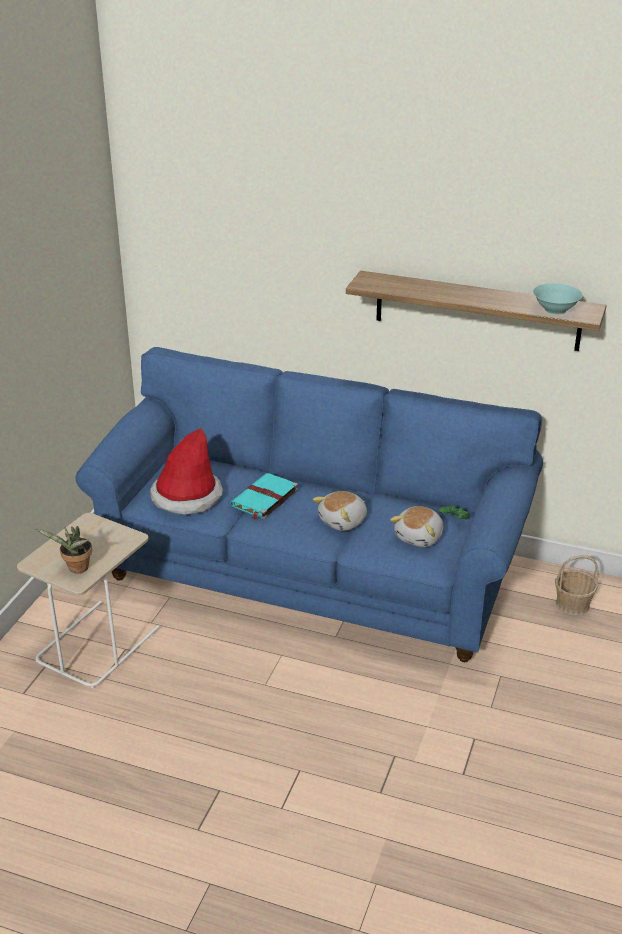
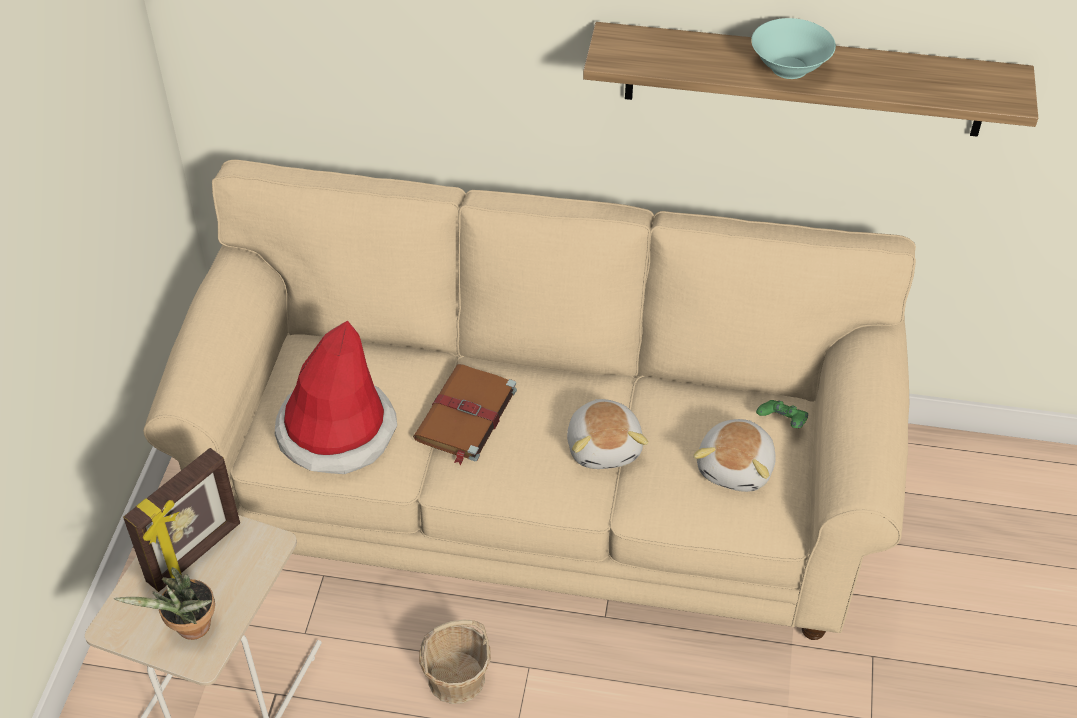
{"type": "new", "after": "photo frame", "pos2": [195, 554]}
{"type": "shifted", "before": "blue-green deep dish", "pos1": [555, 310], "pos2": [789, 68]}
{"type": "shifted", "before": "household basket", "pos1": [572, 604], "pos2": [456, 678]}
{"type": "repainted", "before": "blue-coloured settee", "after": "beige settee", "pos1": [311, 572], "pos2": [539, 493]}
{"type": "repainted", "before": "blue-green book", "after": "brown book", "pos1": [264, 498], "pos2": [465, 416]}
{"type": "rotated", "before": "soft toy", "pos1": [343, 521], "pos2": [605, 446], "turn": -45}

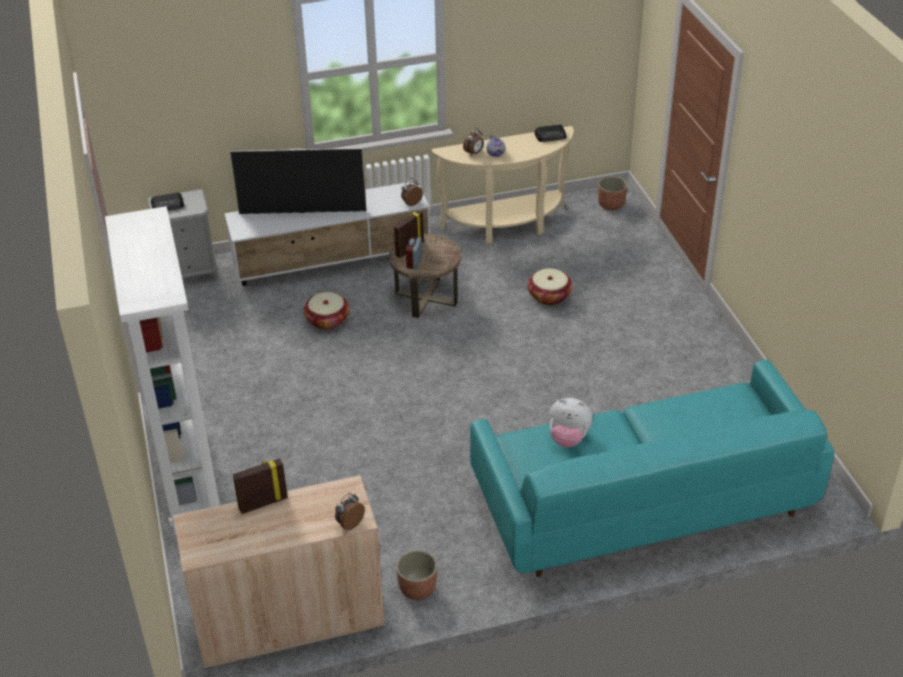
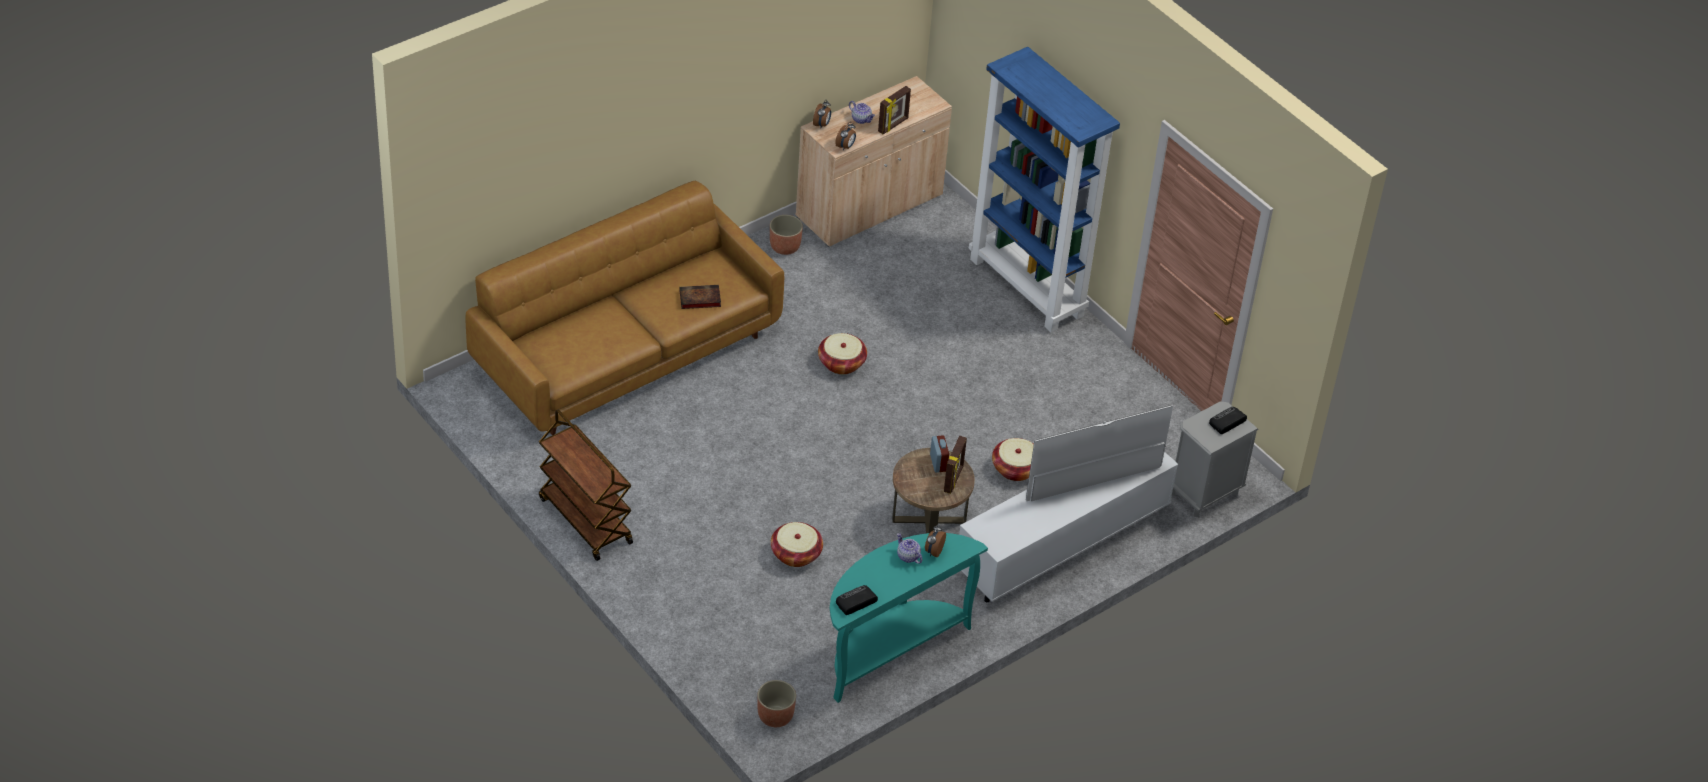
{"type": "new", "after": "brown wheeled cart", "pos2": [584, 520]}
{"type": "new", "after": "household basket", "pos2": [841, 363]}
{"type": "new", "after": "teapot", "pos2": [861, 119]}
{"type": "shifted", "before": "table clock", "pos1": [411, 203], "pos2": [845, 146]}
{"type": "swapped", "before": "soft toy", "after": "book", "pos1": [568, 438], "pos2": [699, 299]}
{"type": "repainted", "before": "white-coloured bookcase", "after": "blue-coloured bookcase", "pos1": [188, 478], "pos2": [1028, 287]}
{"type": "repainted", "before": "beige hall table", "after": "blue-green hall table", "pos1": [507, 225], "pos2": [890, 649]}
{"type": "repainted", "before": "blue-green settee", "after": "brown settee", "pos1": [643, 503], "pos2": [625, 350]}

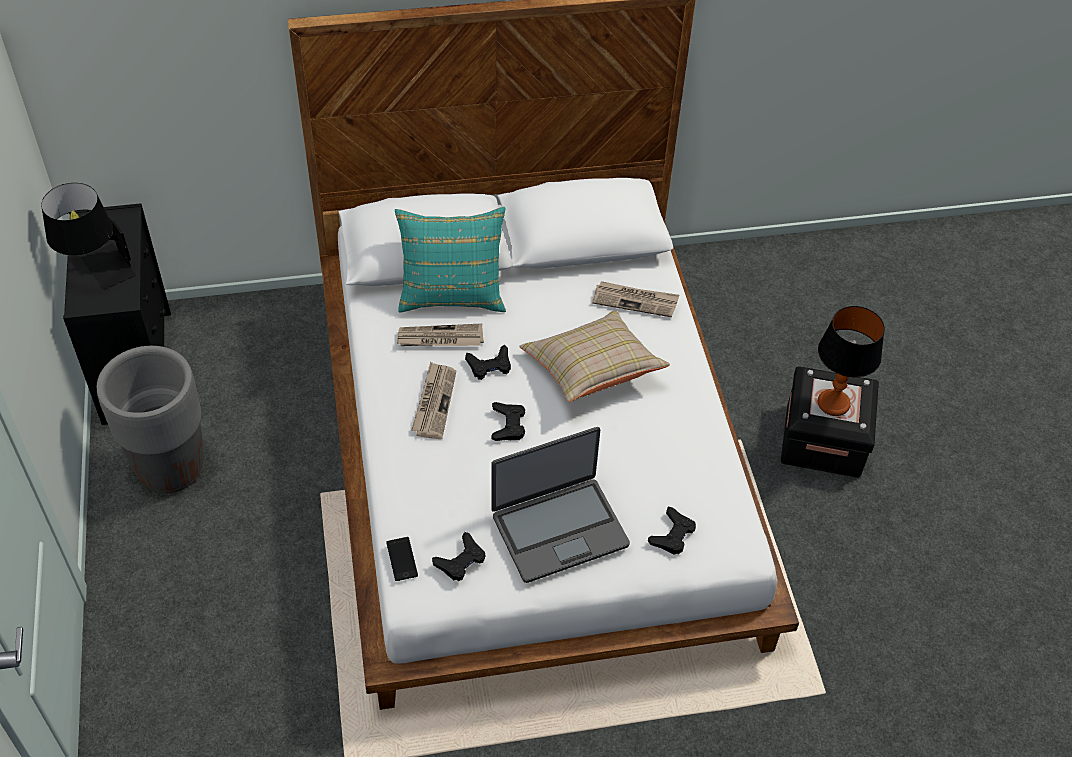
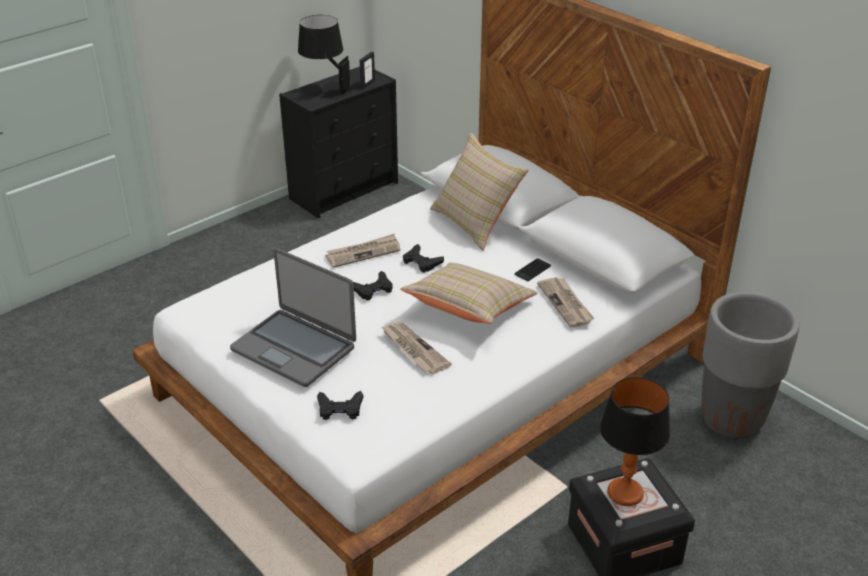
{"type": "gone", "before": "black joypad", "pos1": [460, 561]}
{"type": "new", "after": "photo frame", "pos2": [367, 84]}
{"type": "shifted", "before": "greyish planter", "pos1": [171, 468], "pos2": [731, 420]}
{"type": "shifted", "before": "phone", "pos1": [402, 559], "pos2": [532, 270]}
{"type": "shifted", "before": "printed paper", "pos1": [440, 338], "pos2": [413, 350]}
{"type": "repainted", "before": "blue-green pillow", "after": "beige pillow", "pos1": [452, 292], "pos2": [475, 223]}

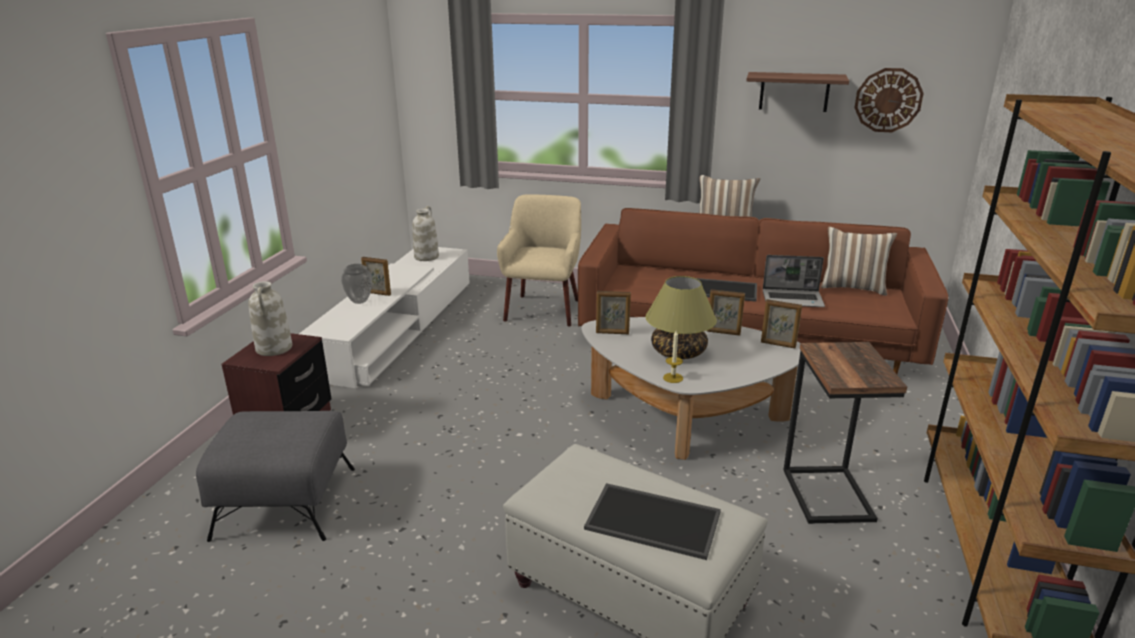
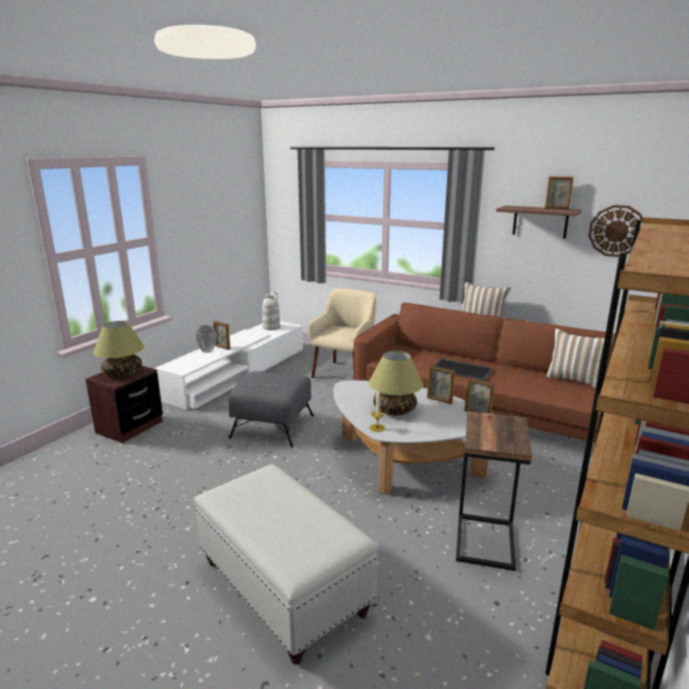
{"type": "gone", "before": "carrying tray", "pos1": [654, 520]}
{"type": "gone", "before": "laptop", "pos1": [793, 299]}
{"type": "shifted", "before": "greyish footrest", "pos1": [286, 503], "pos2": [273, 426]}
{"type": "shifted", "before": "photo frame", "pos1": [612, 333], "pos2": [556, 208]}
{"type": "swapped", "before": "white-coloured vase", "after": "table lamp", "pos1": [274, 348], "pos2": [123, 373]}

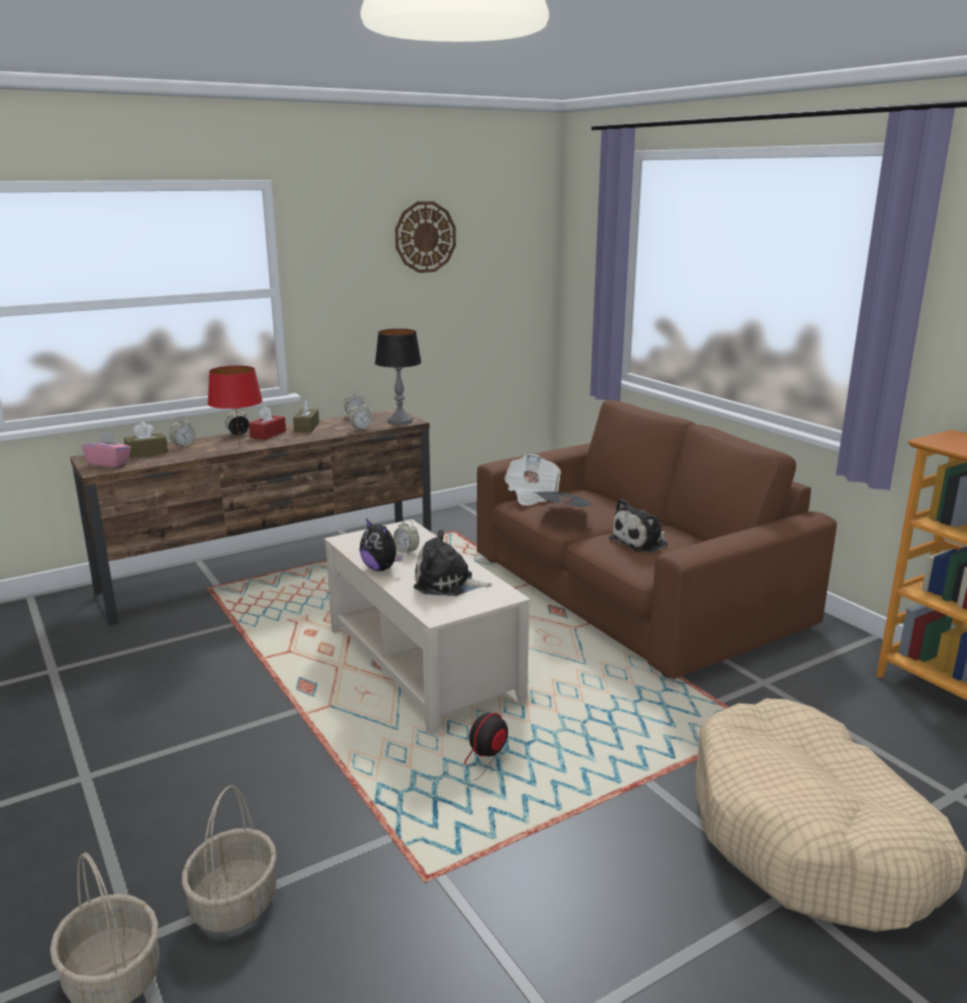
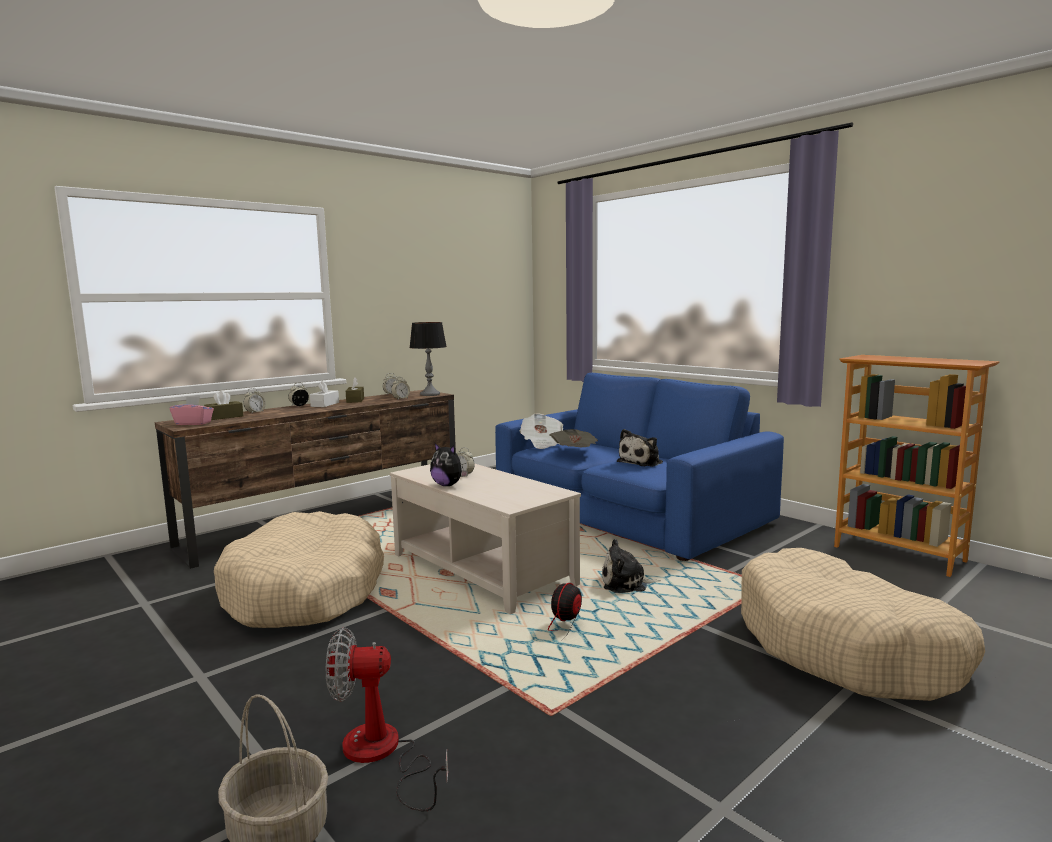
{"type": "gone", "before": "red-coloured table lamp", "pos1": [239, 448]}
{"type": "gone", "before": "wall clock", "pos1": [425, 237]}
{"type": "new", "after": "beige dog cushion", "pos2": [305, 591]}
{"type": "shifted", "before": "soft toy", "pos1": [447, 584], "pos2": [627, 583]}
{"type": "swapped", "before": "household basket", "after": "fan", "pos1": [235, 904], "pos2": [381, 755]}
{"type": "repainted", "before": "red-coloured box of tissues", "after": "white-coloured box of tissues", "pos1": [268, 434], "pos2": [325, 404]}
{"type": "repainted", "before": "brown settee", "after": "blue-coloured settee", "pos1": [632, 592], "pos2": [628, 513]}

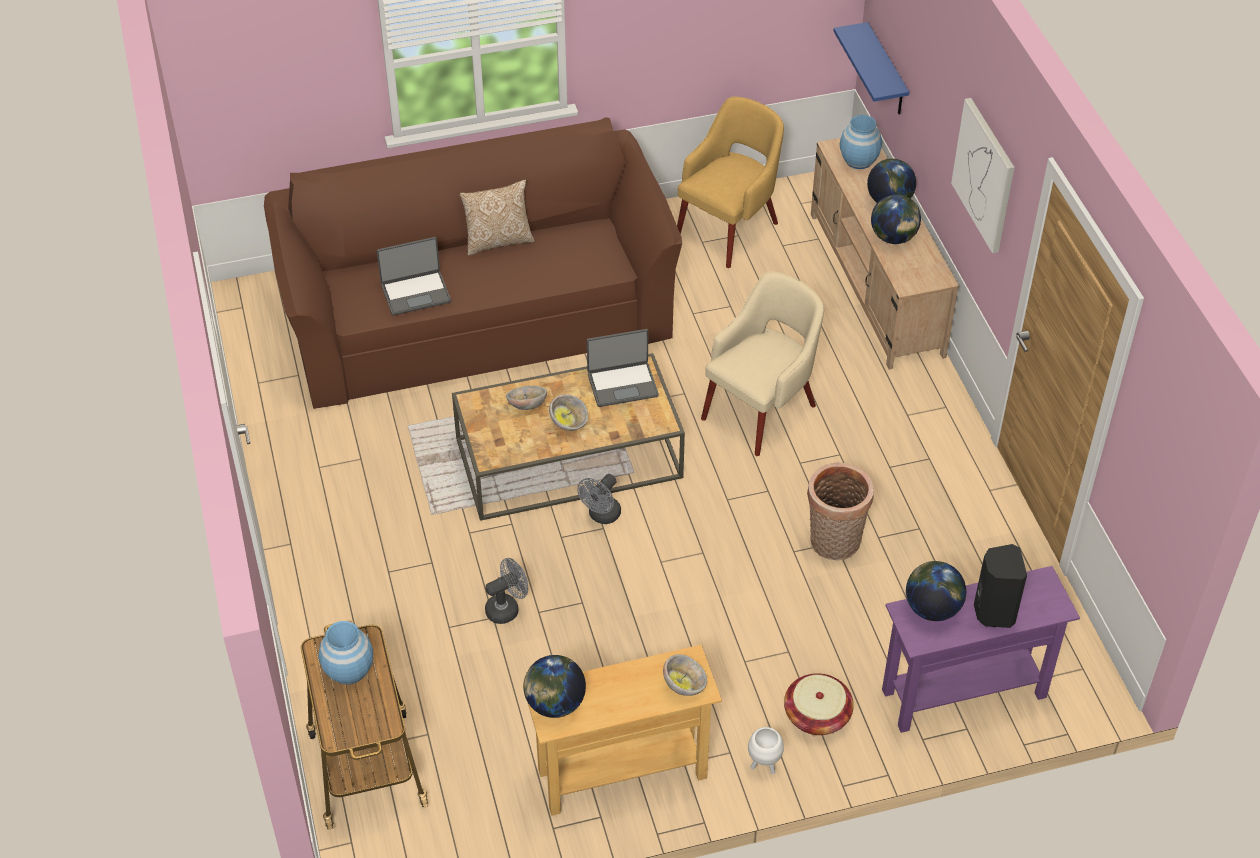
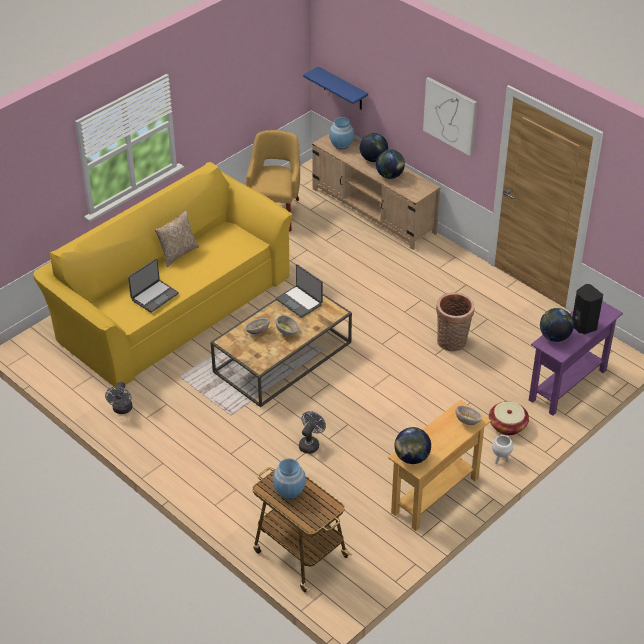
{"type": "gone", "before": "beige armchair", "pos1": [761, 410]}
{"type": "shifted", "before": "greyish fan", "pos1": [601, 516], "pos2": [122, 410]}
{"type": "repainted", "before": "brown settee", "after": "yellow settee", "pos1": [476, 312], "pos2": [169, 304]}
{"type": "rotated", "before": "laptop", "pos1": [622, 384], "pos2": [300, 301], "turn": 90}

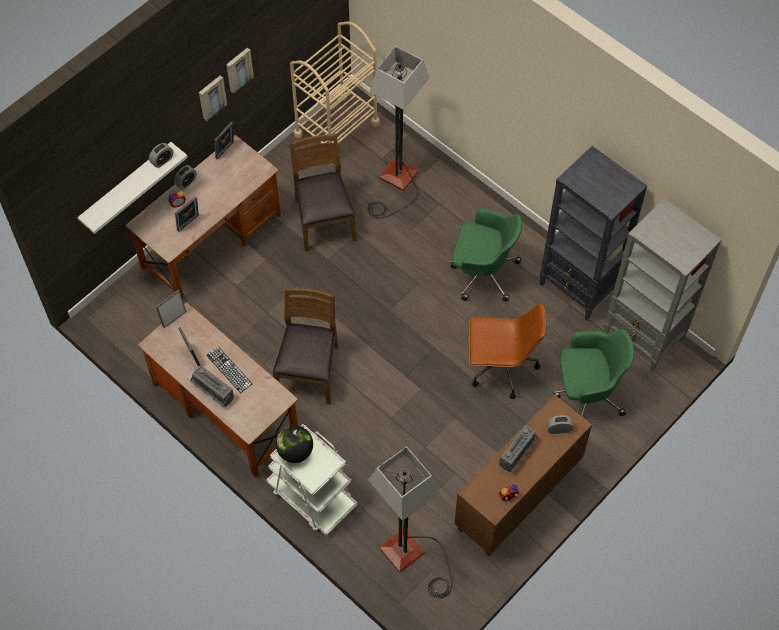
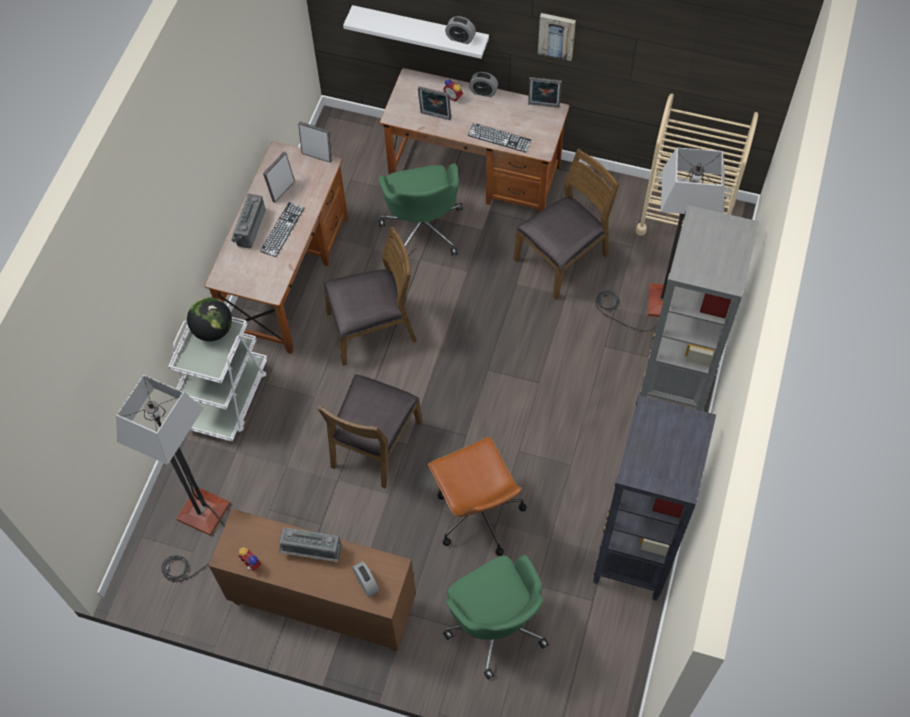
{"type": "gone", "before": "wall picture", "pos1": [238, 69]}
{"type": "new", "after": "brown plain chair", "pos2": [374, 444]}
{"type": "new", "after": "keyboard", "pos2": [499, 137]}
{"type": "shifted", "before": "green-coloured computer chair", "pos1": [482, 272], "pos2": [423, 228]}
{"type": "shifted", "before": "greyish bookcase", "pos1": [643, 338], "pos2": [675, 381]}

